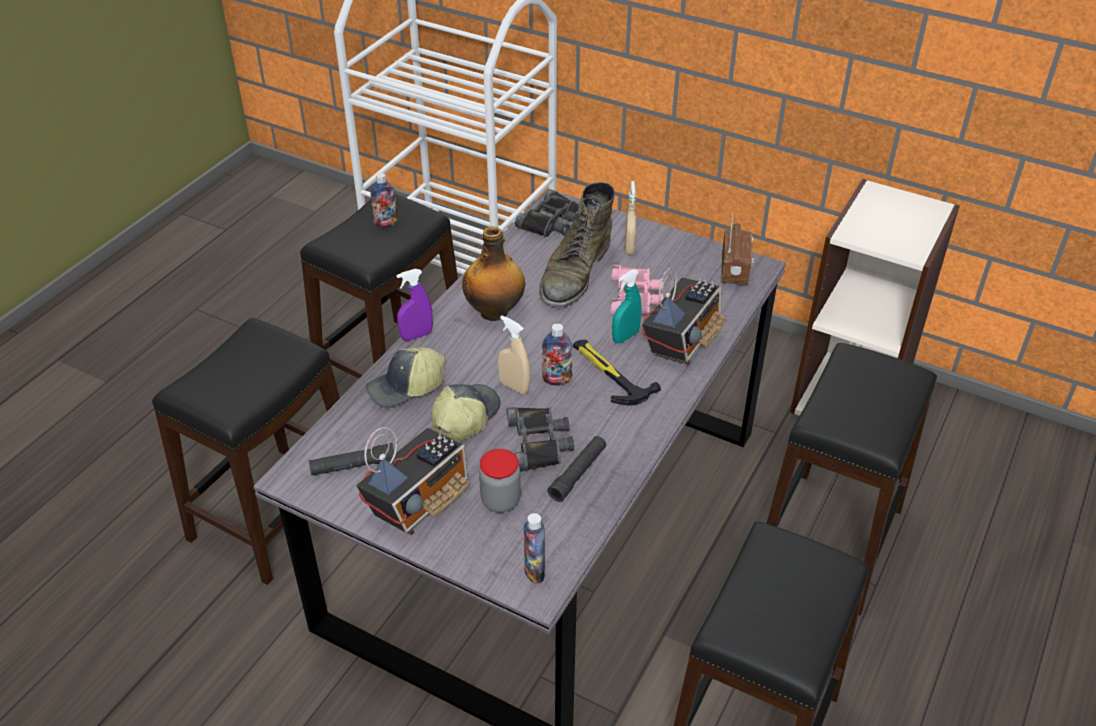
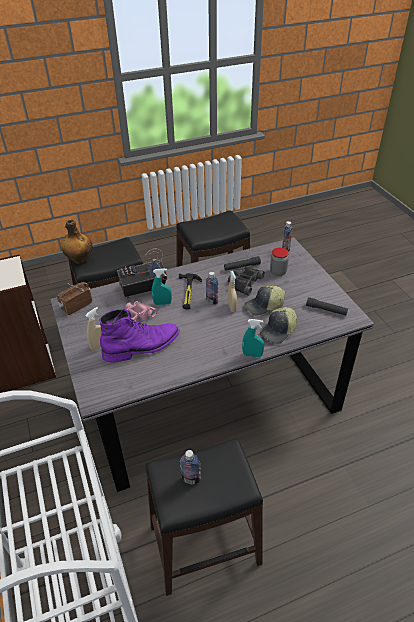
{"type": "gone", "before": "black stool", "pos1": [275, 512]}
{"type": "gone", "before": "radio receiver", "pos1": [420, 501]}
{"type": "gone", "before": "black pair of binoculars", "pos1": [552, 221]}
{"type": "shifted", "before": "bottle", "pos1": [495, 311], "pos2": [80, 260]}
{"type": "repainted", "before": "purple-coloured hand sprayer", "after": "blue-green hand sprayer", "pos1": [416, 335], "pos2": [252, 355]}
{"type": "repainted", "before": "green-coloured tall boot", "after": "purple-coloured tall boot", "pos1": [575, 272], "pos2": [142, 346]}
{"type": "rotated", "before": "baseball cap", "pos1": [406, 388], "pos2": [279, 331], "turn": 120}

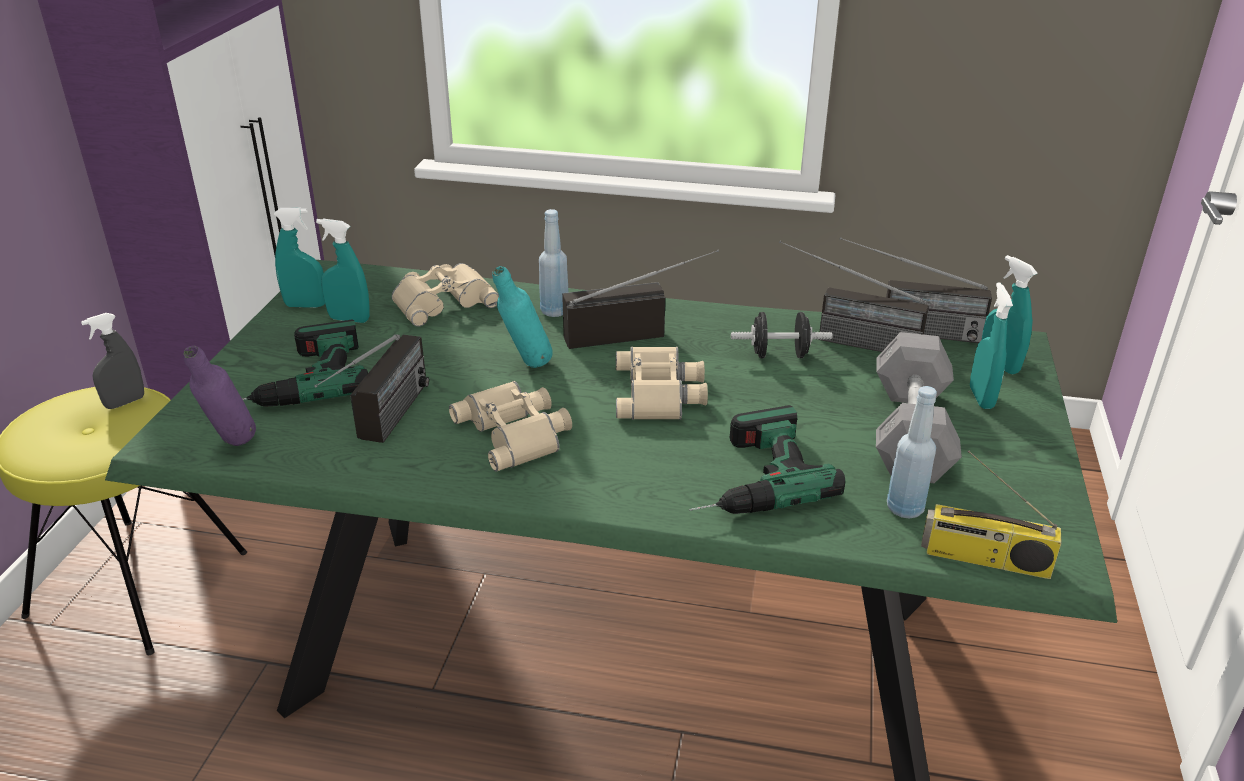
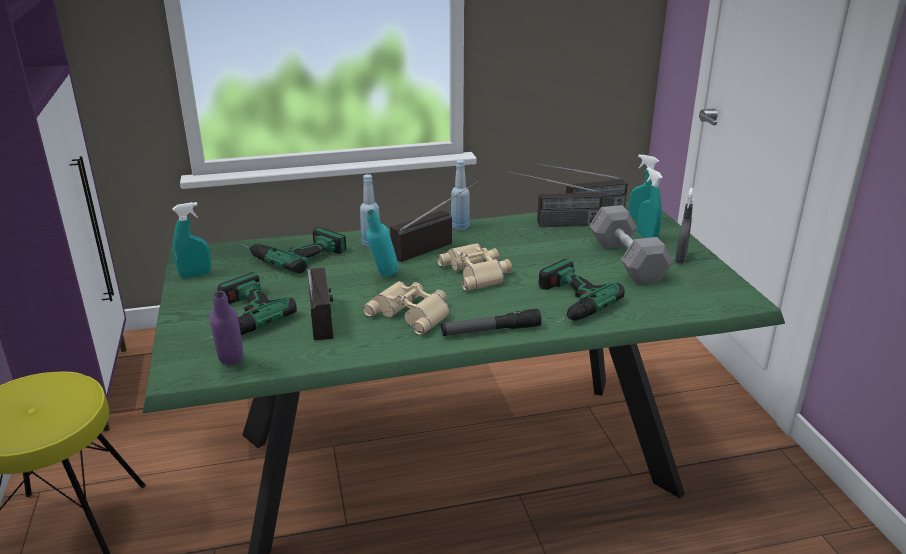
{"type": "gone", "before": "blue-green hand sprayer", "pos1": [349, 319]}
{"type": "gone", "before": "black free weight", "pos1": [779, 355]}
{"type": "gone", "before": "radio receiver", "pos1": [984, 559]}
{"type": "new", "after": "flashlight", "pos2": [490, 330]}
{"type": "shifted", "before": "greyish hand sprayer", "pos1": [125, 402], "pos2": [680, 258]}
{"type": "shifted", "before": "blue-coloured bottle", "pos1": [905, 508], "pos2": [460, 227]}
{"type": "swapped", "before": "beige pair of binoculars", "after": "electric drill", "pos1": [443, 301], "pos2": [291, 253]}

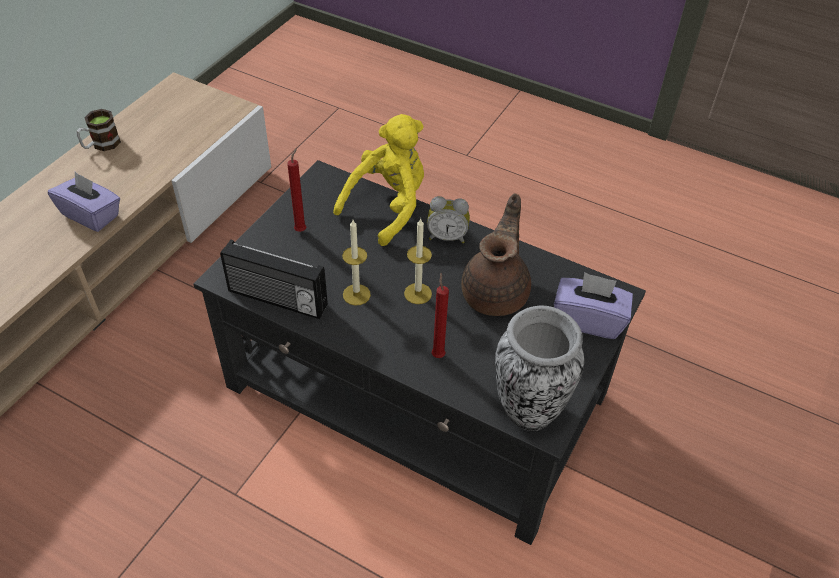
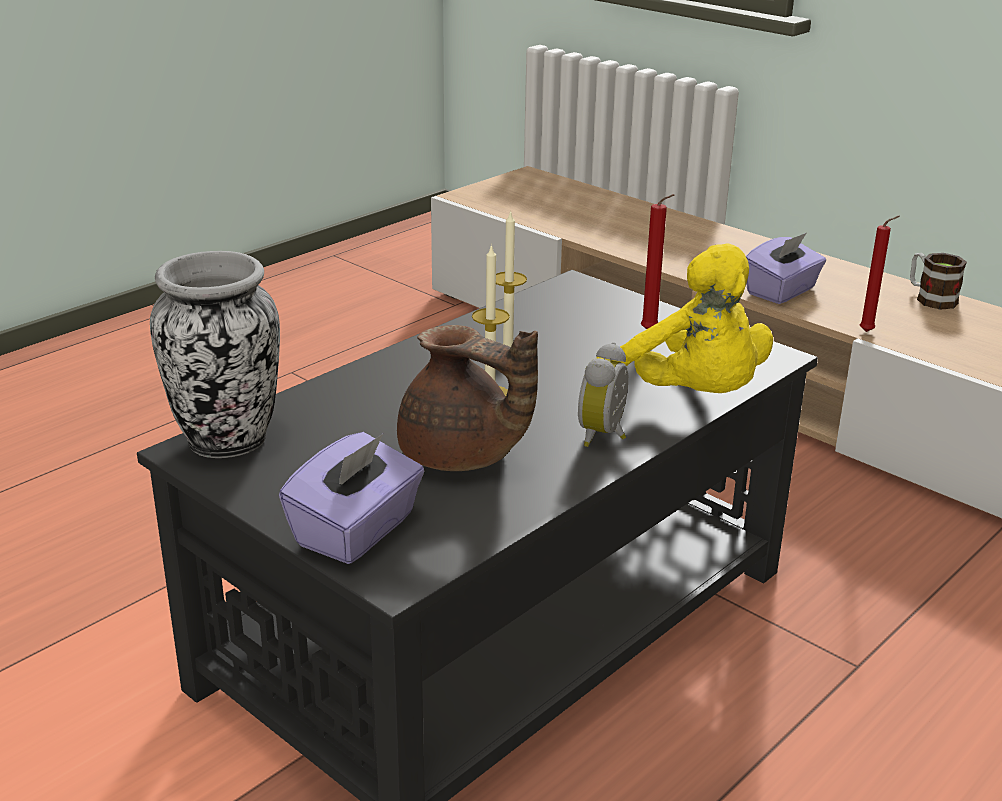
{"type": "gone", "before": "radio receiver", "pos1": [276, 299]}
{"type": "shifted", "before": "red-coloured wax light", "pos1": [438, 354], "pos2": [869, 332]}

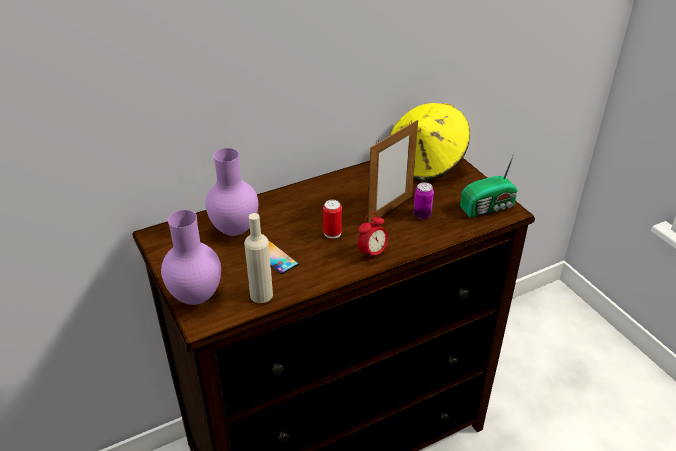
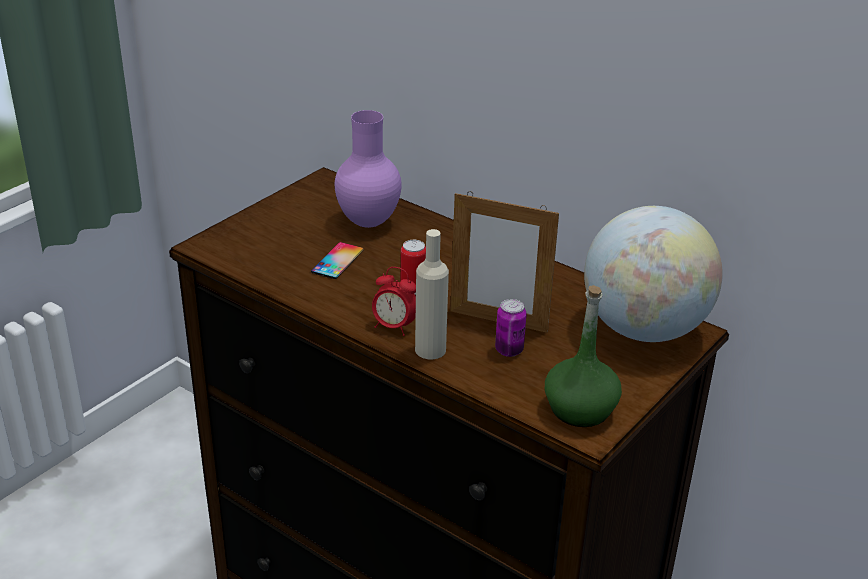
{"type": "gone", "before": "purple-coloured vase", "pos1": [196, 296]}
{"type": "shifted", "before": "beige bottle", "pos1": [261, 295], "pos2": [430, 350]}
{"type": "swapped", "before": "yellow hat", "after": "world globe", "pos1": [426, 163], "pos2": [644, 329]}
{"type": "swapped", "before": "radio receiver", "after": "green-coloured bottle", "pos1": [489, 207], "pos2": [580, 409]}

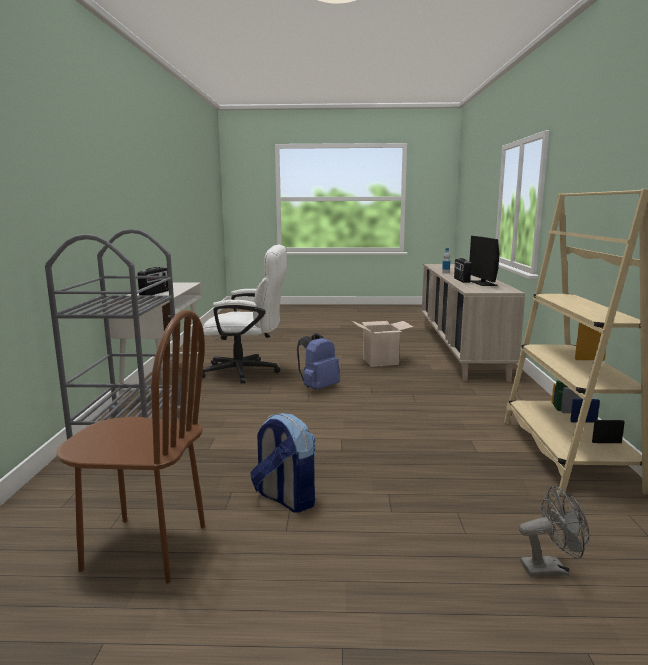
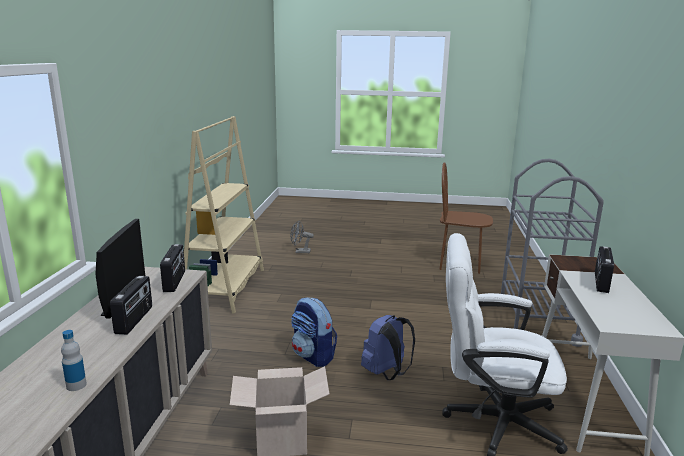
{"type": "new", "after": "radio receiver", "pos2": [175, 281]}
{"type": "shifted", "before": "backpack", "pos1": [285, 498], "pos2": [313, 356]}

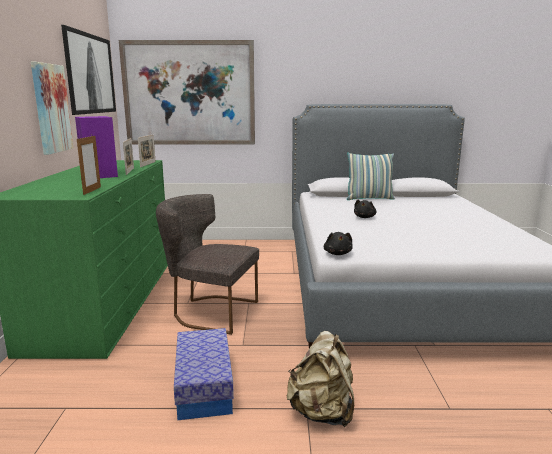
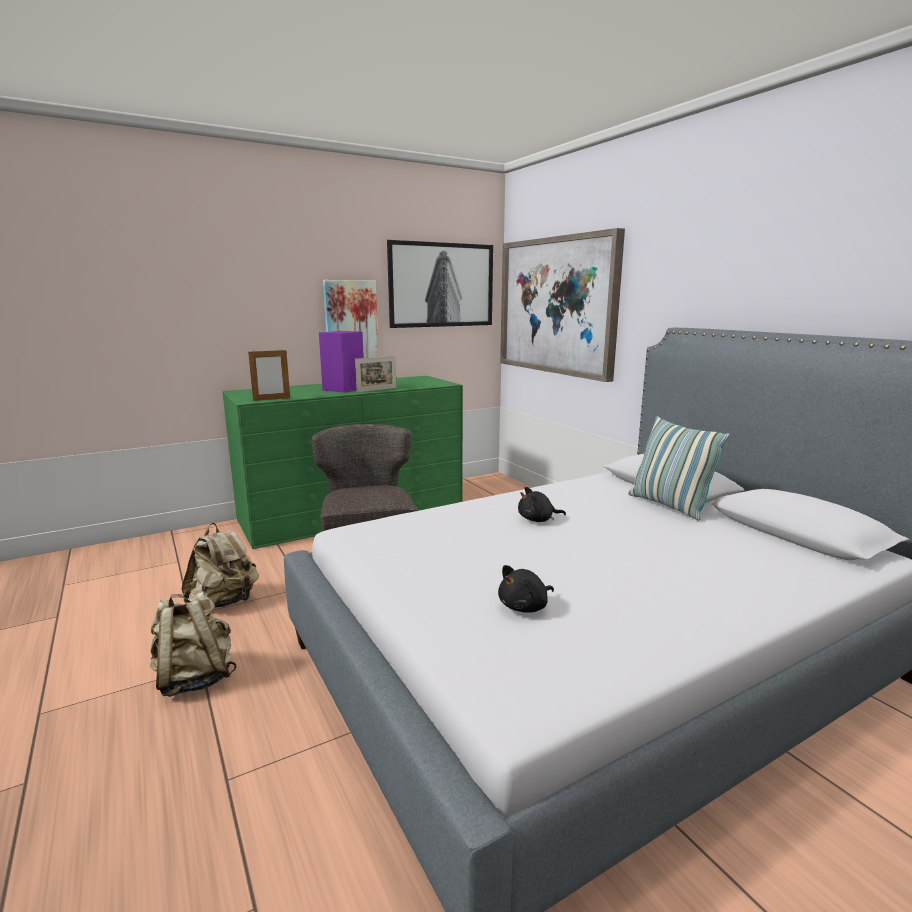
{"type": "gone", "before": "photo frame", "pos1": [148, 164]}
{"type": "shifted", "before": "black soft toy", "pos1": [337, 253], "pos2": [525, 607]}
{"type": "swapped", "before": "storage bin", "after": "beige backpack", "pos1": [204, 386], "pos2": [224, 602]}

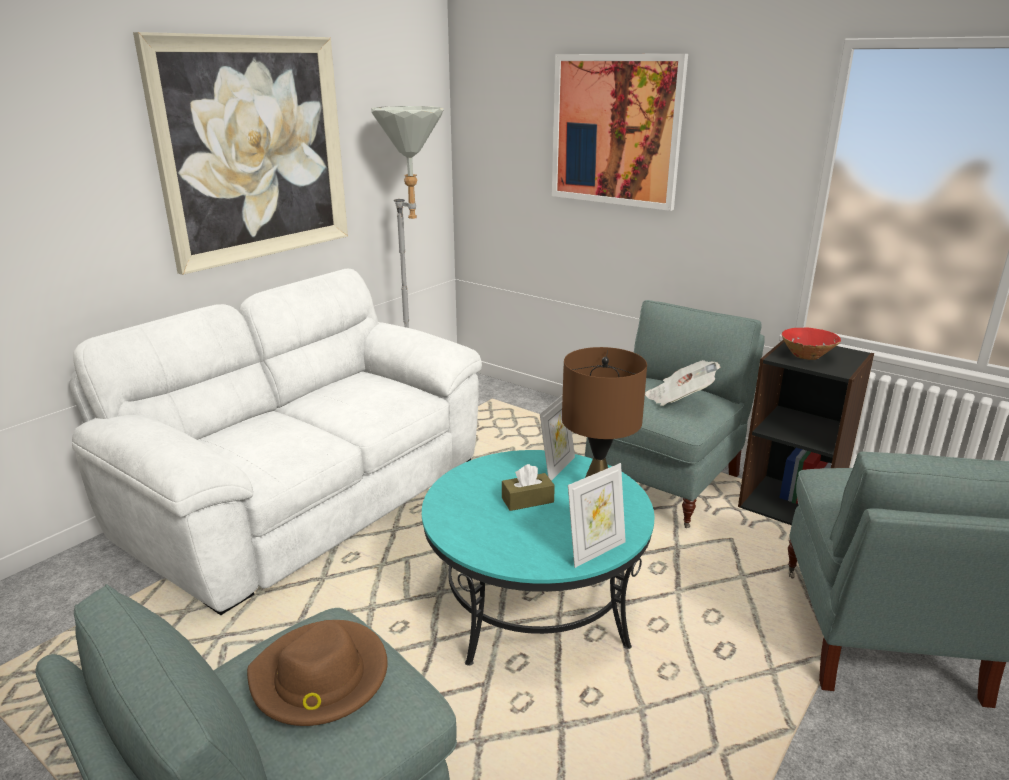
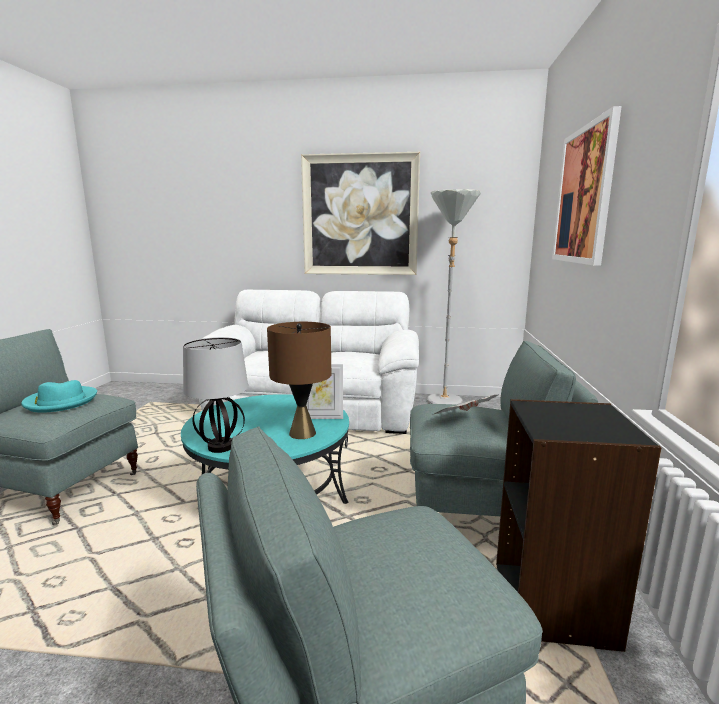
{"type": "gone", "before": "brown box of tissues", "pos1": [527, 500]}
{"type": "gone", "before": "red-coloured deep dish", "pos1": [807, 356]}
{"type": "swapped", "before": "photo frame", "after": "table lamp", "pos1": [595, 551], "pos2": [221, 447]}
{"type": "repainted", "before": "brown hat", "after": "blue-green hat", "pos1": [320, 678], "pos2": [60, 402]}

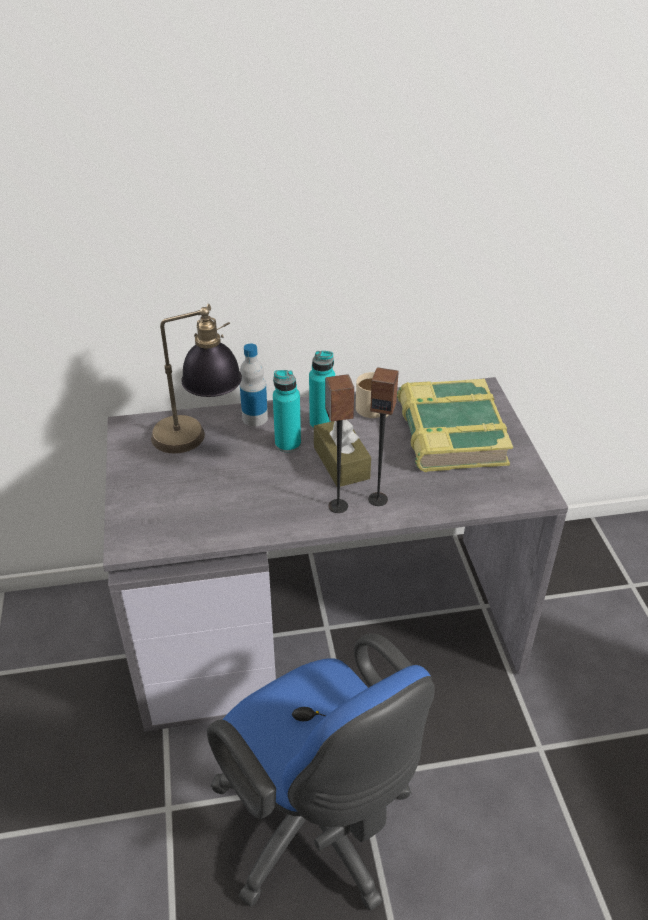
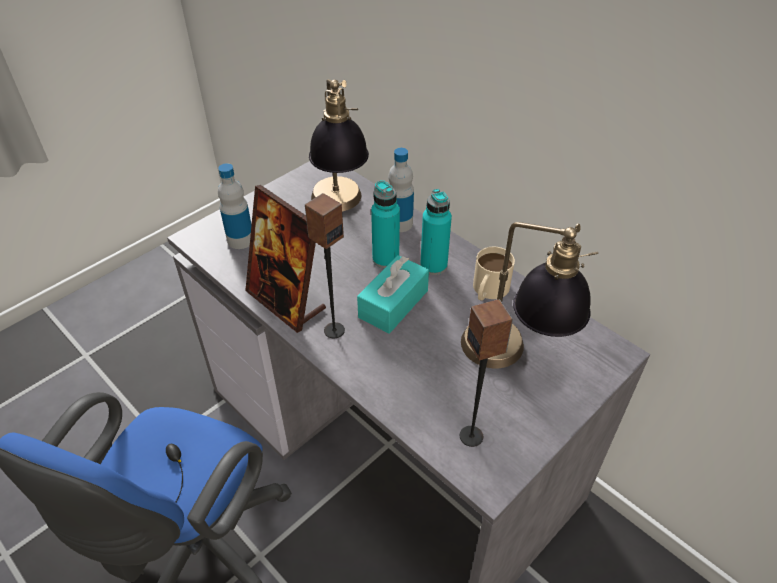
{"type": "new", "after": "bottle", "pos2": [240, 240]}
{"type": "new", "after": "photo frame", "pos2": [286, 301]}
{"type": "shifted", "before": "loudspeaker", "pos1": [378, 499], "pos2": [472, 436]}
{"type": "swapped", "before": "book", "after": "table lamp", "pos1": [449, 434], "pos2": [513, 360]}
{"type": "repainted", "before": "brown box of tissues", "after": "blue-green box of tissues", "pos1": [341, 463], "pos2": [393, 304]}

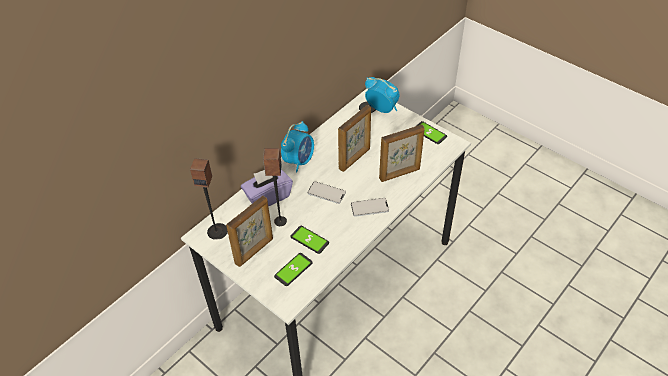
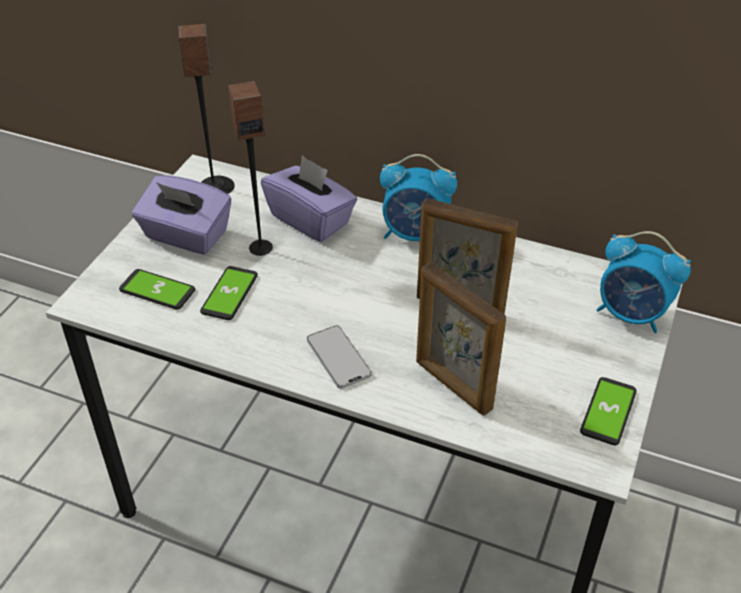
{"type": "gone", "before": "phone", "pos1": [326, 193]}
{"type": "swapped", "before": "photo frame", "after": "purple-coloured box of tissues", "pos1": [255, 251], "pos2": [186, 236]}
{"type": "rotated", "before": "table clock", "pos1": [382, 108], "pos2": [631, 315], "turn": 105}

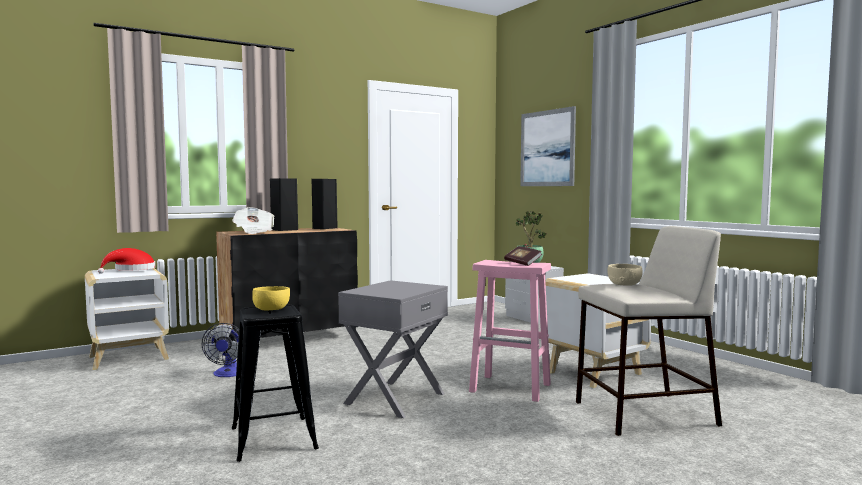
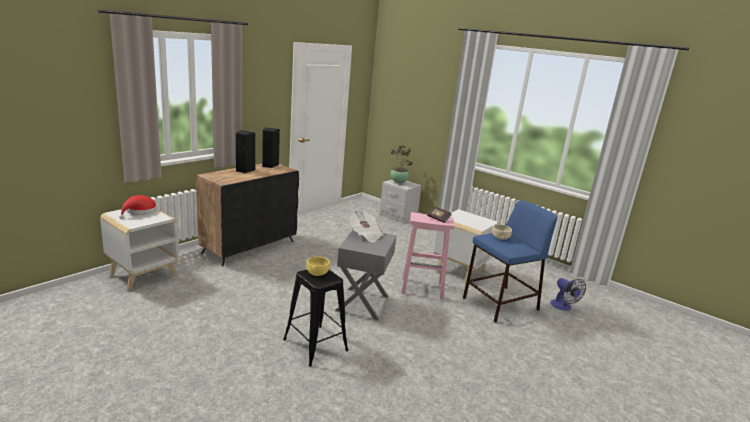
{"type": "gone", "before": "wall picture", "pos1": [547, 148]}
{"type": "shifted", "before": "fan", "pos1": [228, 374], "pos2": [563, 307]}
{"type": "shifted", "before": "printed paper", "pos1": [254, 232], "pos2": [365, 235]}
{"type": "repainted", "before": "beige stool", "after": "blue-coloured stool", "pos1": [643, 414], "pos2": [500, 304]}

